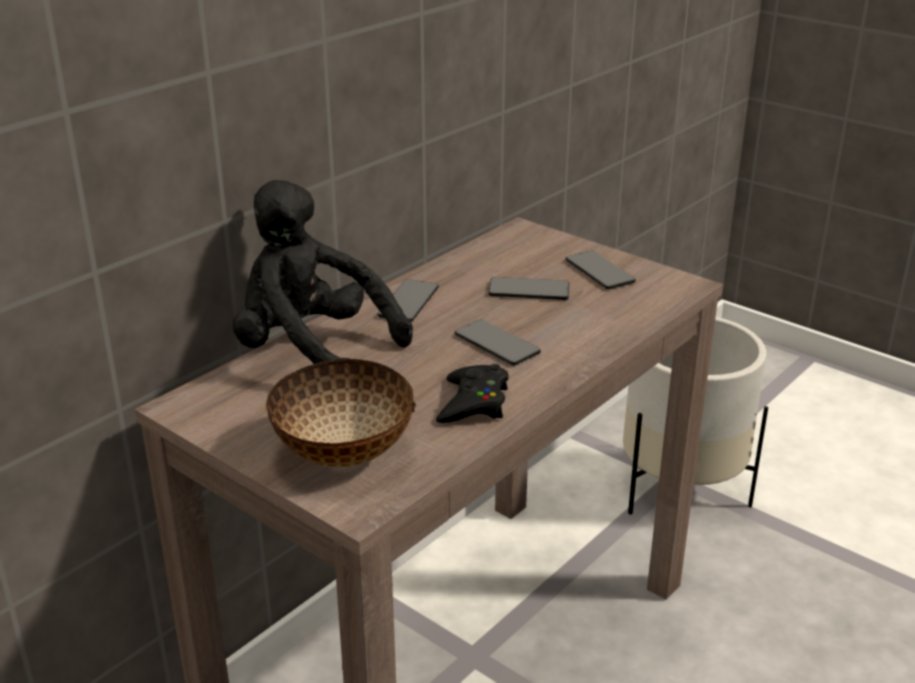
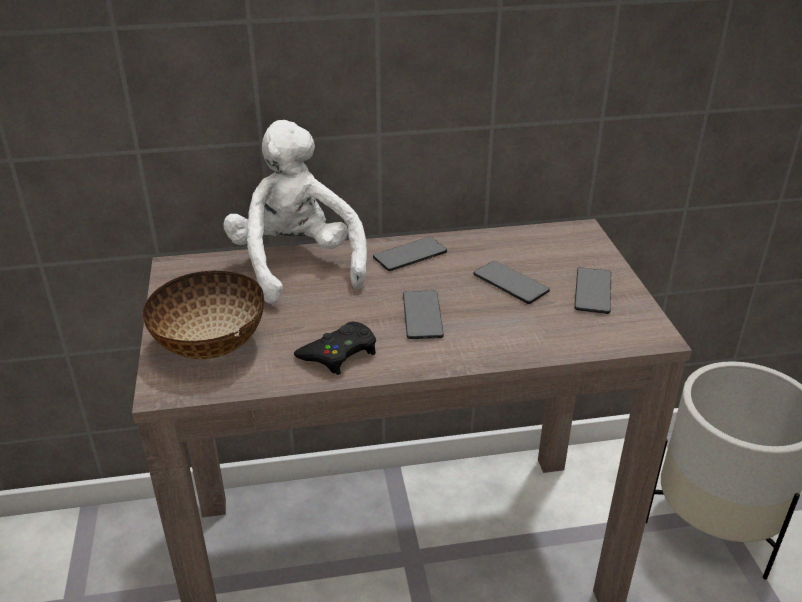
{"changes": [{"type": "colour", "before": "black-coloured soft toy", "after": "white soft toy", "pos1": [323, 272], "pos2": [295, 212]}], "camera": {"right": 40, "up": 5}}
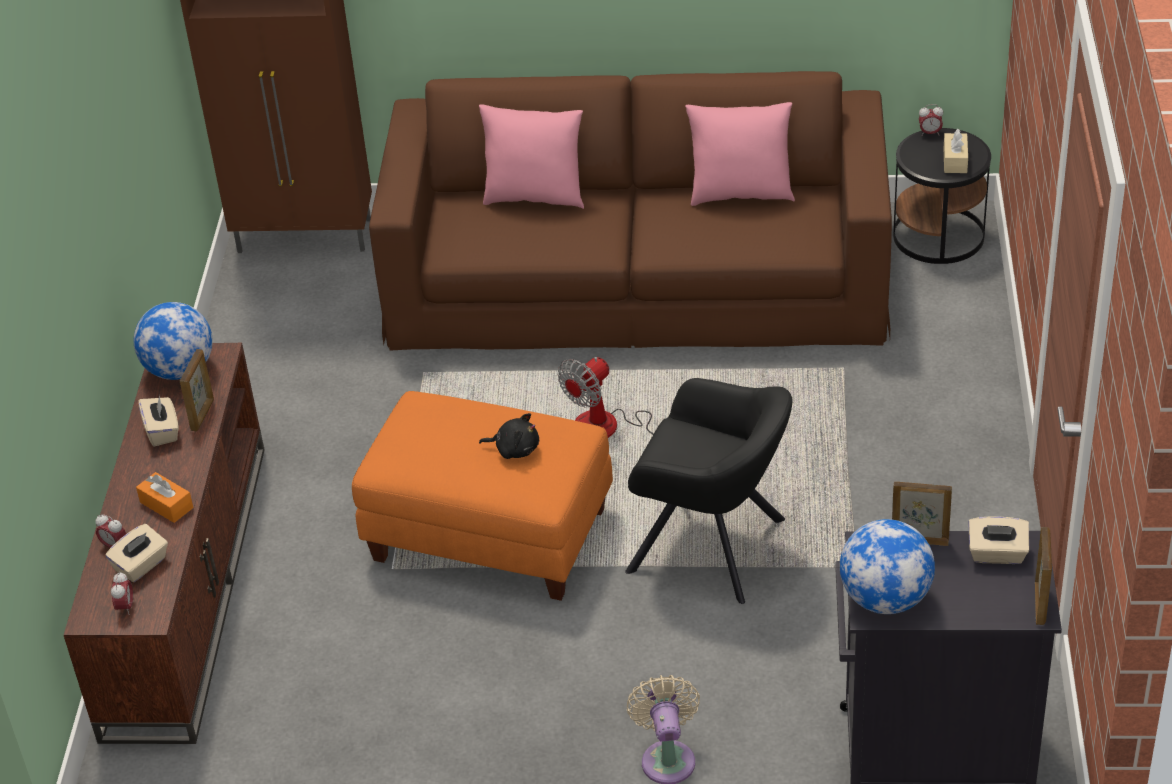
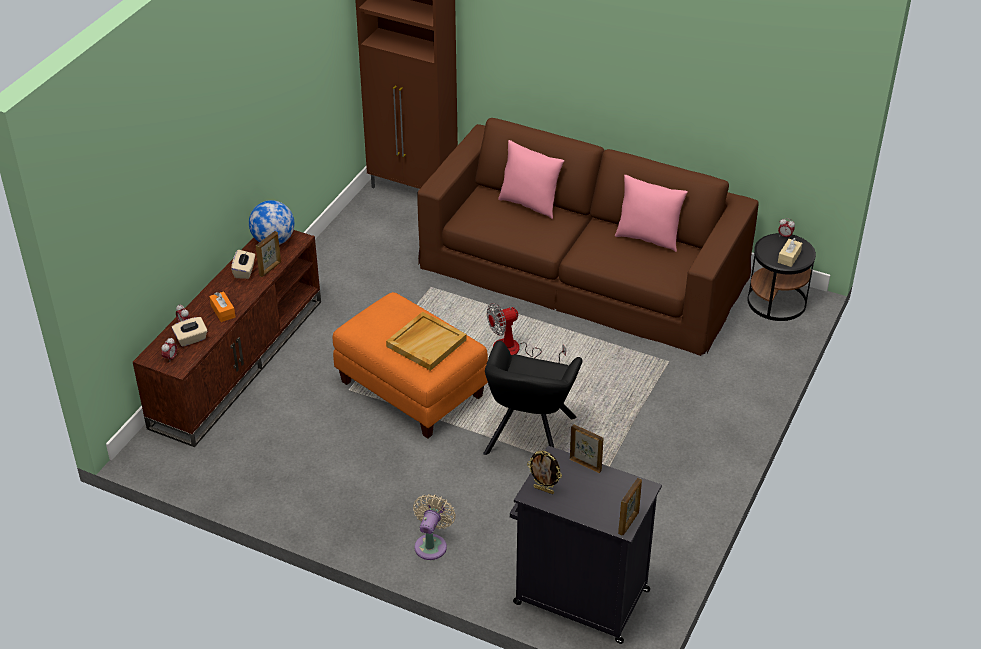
{"changes": [{"type": "spun", "before": "black-coloured armchair", "pos1": [708, 491], "pos2": [532, 398], "turn": 60}, {"type": "exchanged", "before": "black-coloured soft toy", "after": "beige serving tray", "pos1": [509, 436], "pos2": [426, 341]}, {"type": "missing", "before": "beige tissue box", "pos1": [998, 540]}, {"type": "exchanged", "before": "globe", "after": "picture frame", "pos1": [887, 566], "pos2": [544, 472]}], "camera": {"right": 20, "up": 0}}
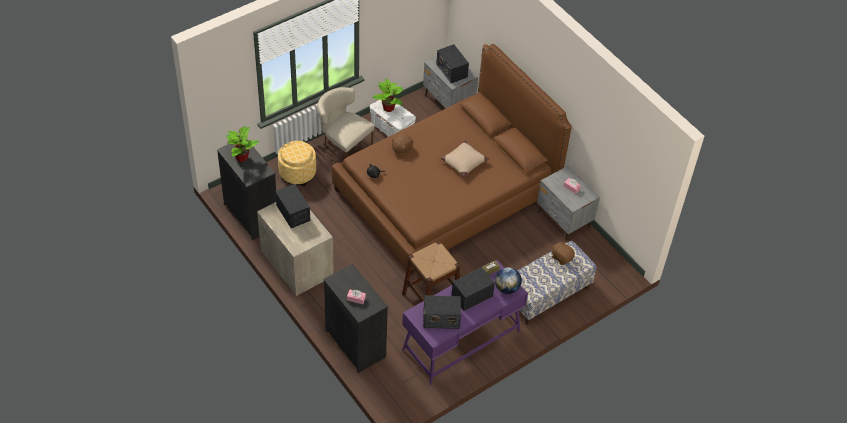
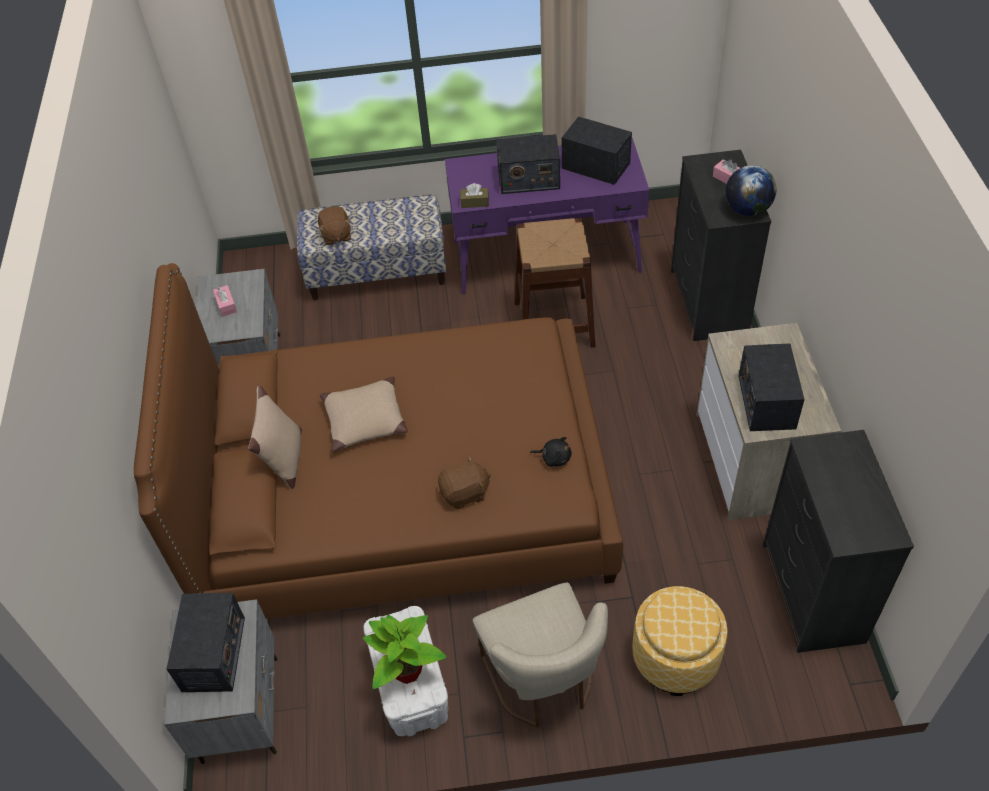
{"changes": [{"type": "missing", "before": "houseplant", "pos1": [243, 144]}, {"type": "relocated", "before": "globe", "pos1": [508, 280], "pos2": [750, 190]}, {"type": "appeared", "after": "beige cushion", "pos2": [275, 437]}], "camera": {"right": -145, "up": 0}}
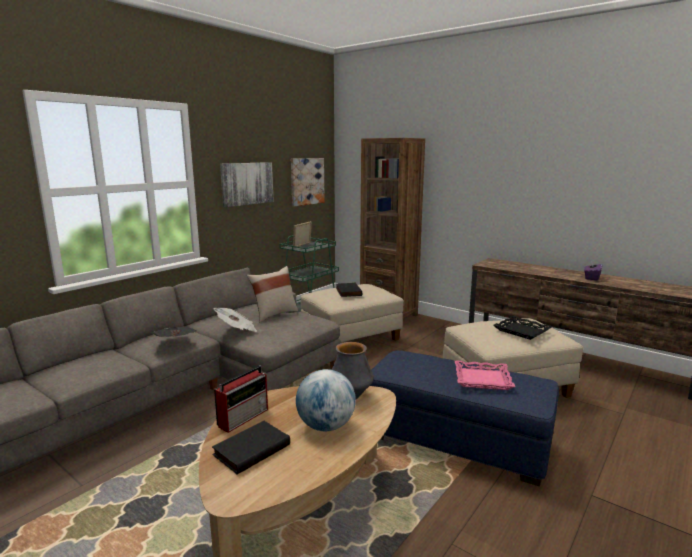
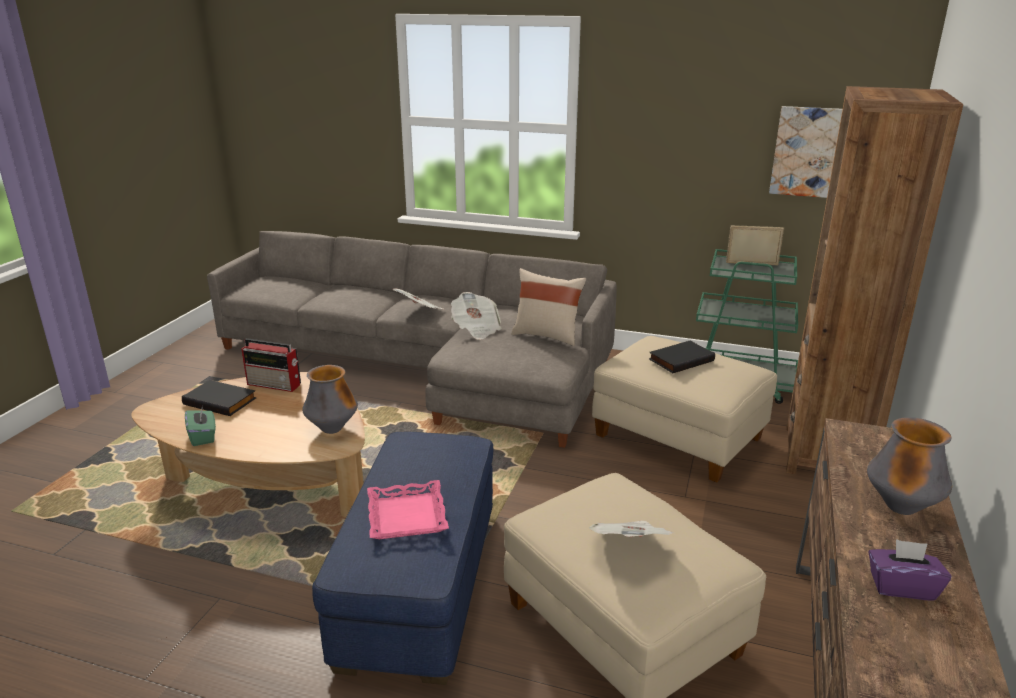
{"changes": [{"type": "missing", "before": "wall art", "pos1": [247, 184]}, {"type": "exchanged", "before": "black-coloured serving tray", "after": "printed paper", "pos1": [522, 328], "pos2": [631, 529]}, {"type": "missing", "before": "globe", "pos1": [326, 400]}, {"type": "appeared", "after": "greenish tissue box", "pos2": [200, 427]}, {"type": "appeared", "after": "decorative vase", "pos2": [909, 466]}], "camera": {"right": 70, "up": 10}}
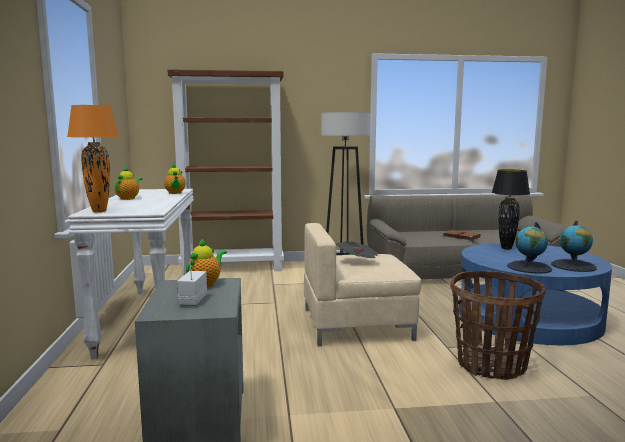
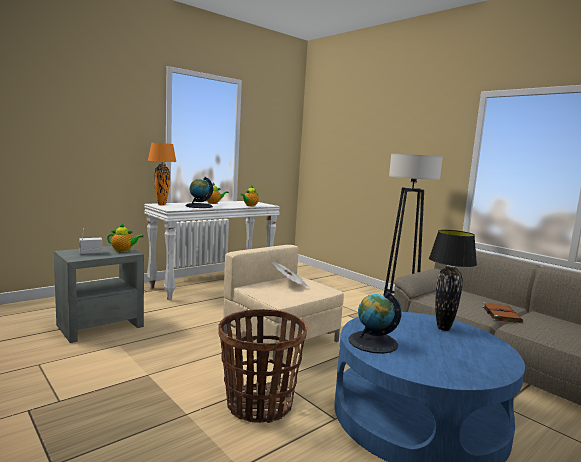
{"changes": [{"type": "missing", "before": "brown-coloured shelving unit", "pos1": [226, 171]}, {"type": "relocated", "before": "globe", "pos1": [574, 246], "pos2": [199, 192]}], "camera": {"right": 55, "up": 0}}
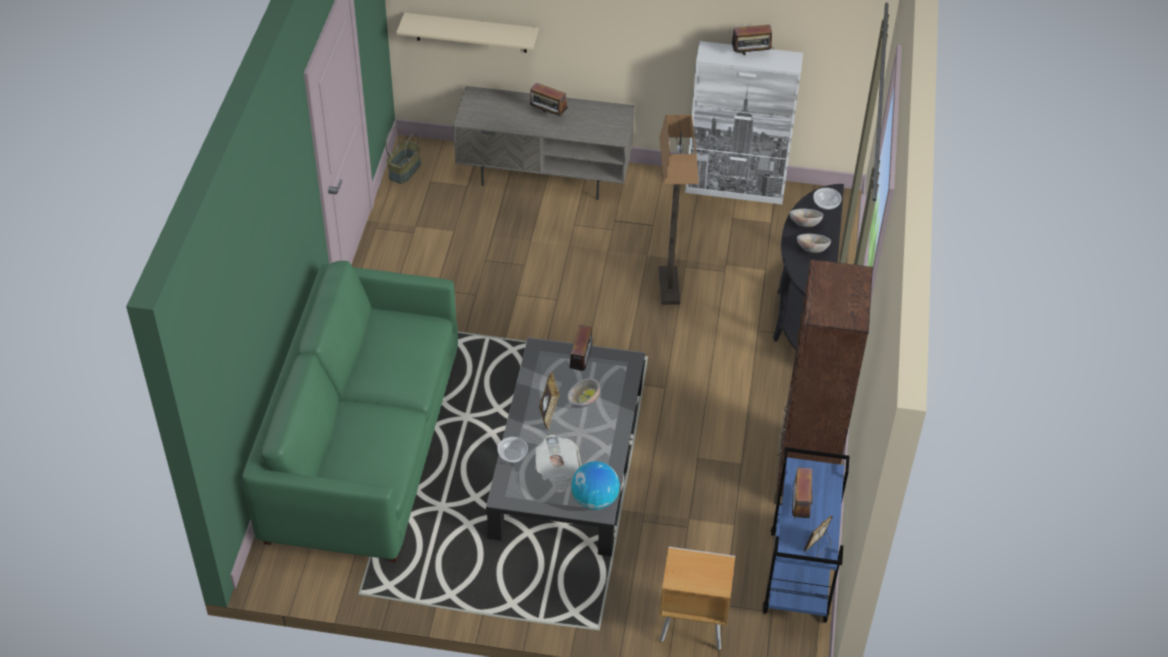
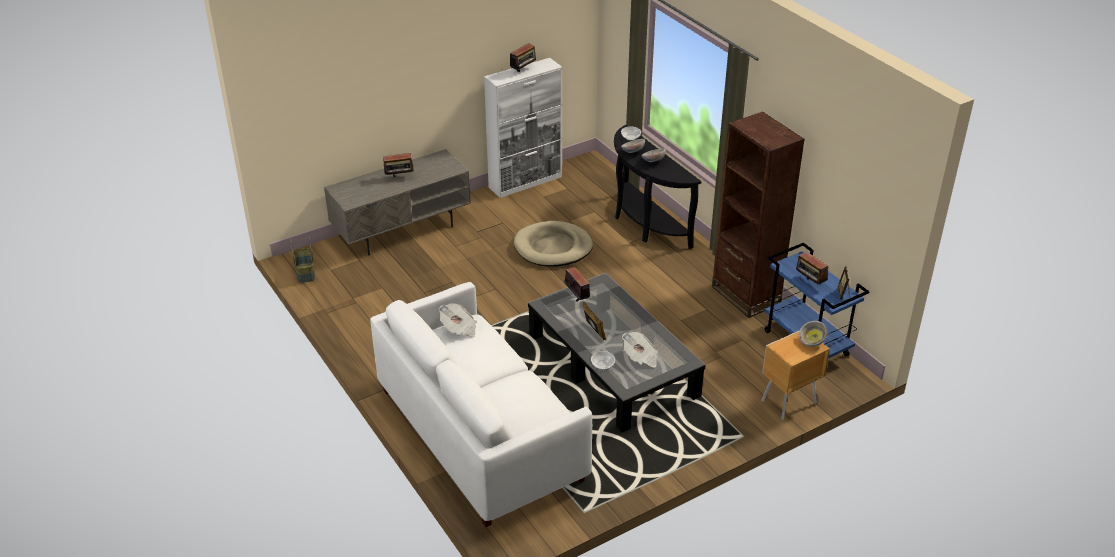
{"changes": [{"type": "missing", "before": "beige bracket shelf", "pos1": [467, 33]}, {"type": "exchanged", "before": "standing lamp", "after": "beige dog cushion", "pos1": [678, 209], "pos2": [553, 244]}, {"type": "colour", "before": "greenish couch", "after": "white couch", "pos1": [350, 411], "pos2": [481, 404]}, {"type": "relocated", "before": "serving bowl", "pos1": [583, 392], "pos2": [813, 334]}, {"type": "missing", "before": "globe", "pos1": [595, 485]}, {"type": "appeared", "after": "printed paper", "pos2": [458, 320]}], "camera": {"right": -40, "up": -10}}
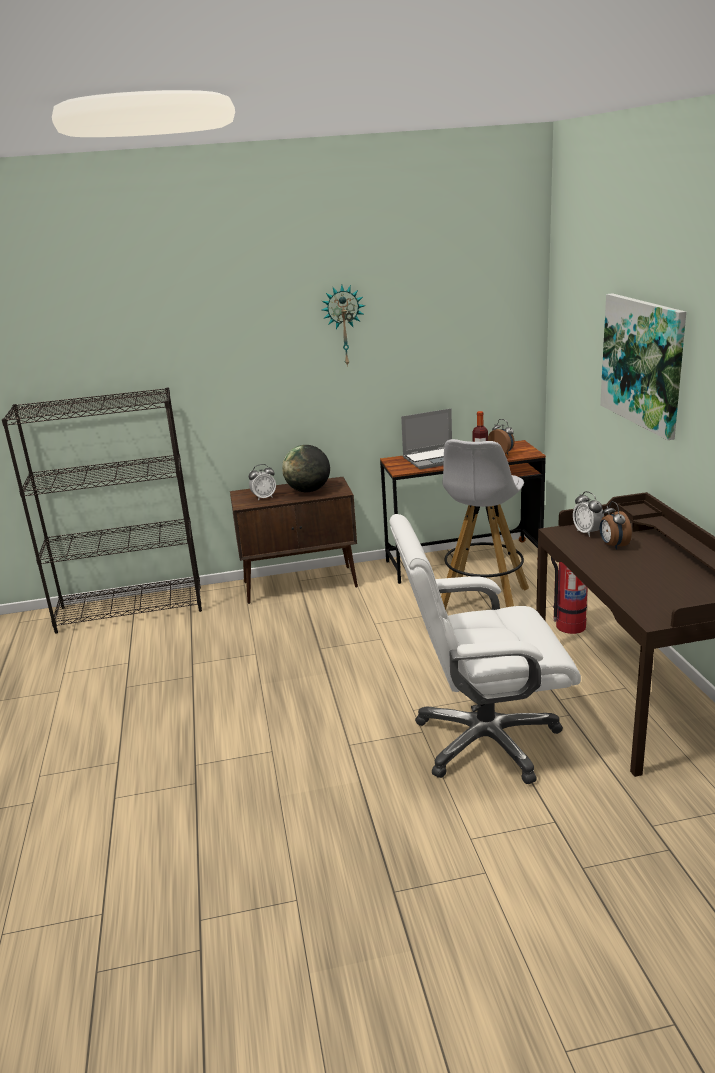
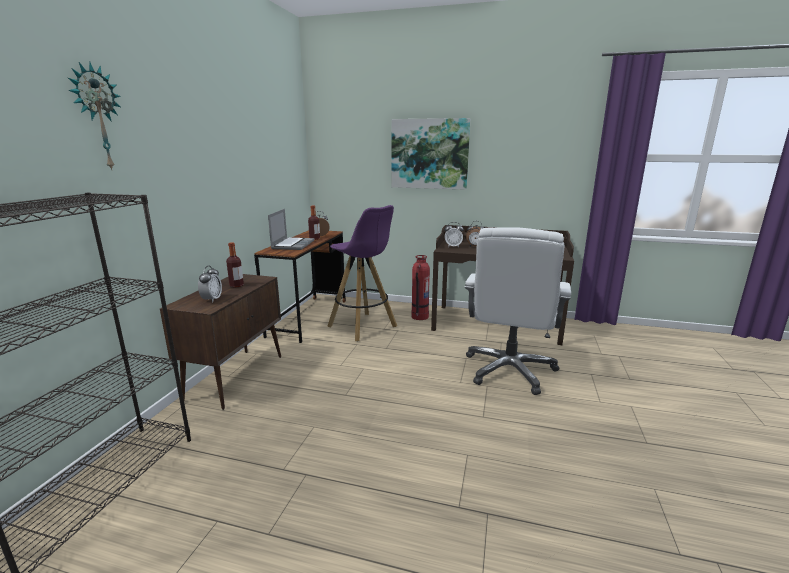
{"changes": [{"type": "relocated", "before": "wall clock", "pos1": [343, 326], "pos2": [94, 115]}, {"type": "colour", "before": "white sitting stool", "after": "purplish sitting stool", "pos1": [485, 524], "pos2": [362, 273]}, {"type": "exchanged", "before": "globe", "after": "drink bottle", "pos1": [306, 468], "pos2": [235, 265]}], "camera": {"right": -65, "up": -5}}
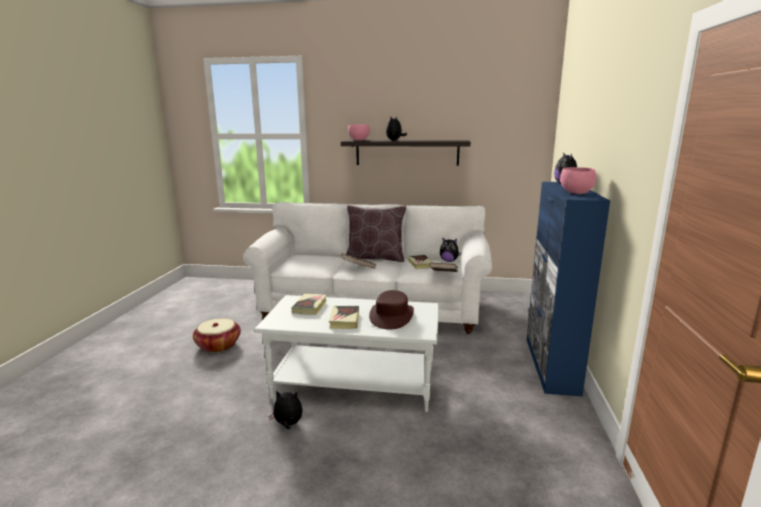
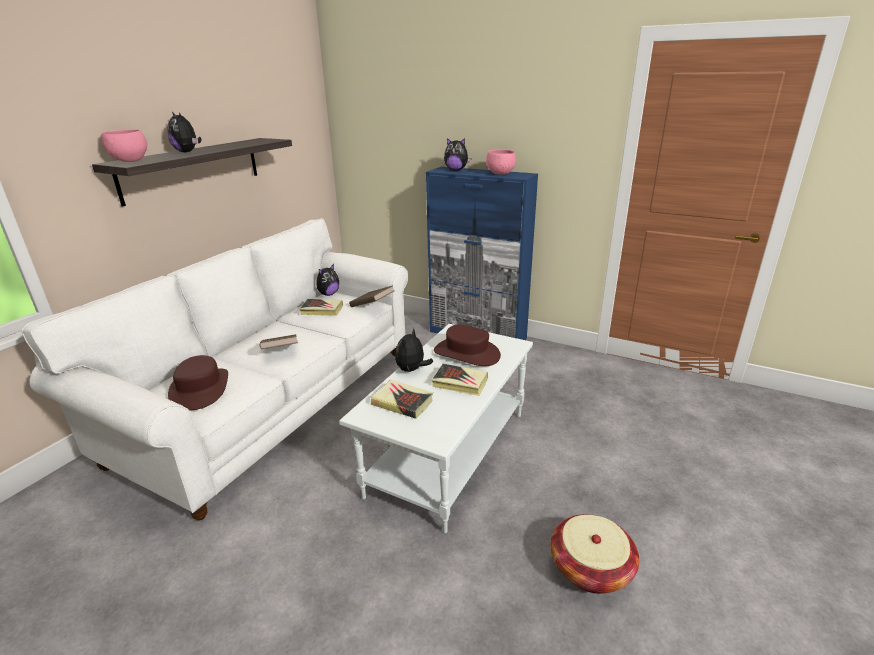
{"changes": [{"type": "missing", "before": "brown-coloured cushion", "pos1": [376, 233]}, {"type": "relocated", "before": "basket", "pos1": [217, 335], "pos2": [595, 554]}, {"type": "relocated", "before": "soft toy", "pos1": [285, 409], "pos2": [414, 349]}, {"type": "appeared", "after": "brown-coloured wearable hat", "pos2": [198, 383]}], "camera": {"right": -70, "up": 10}}
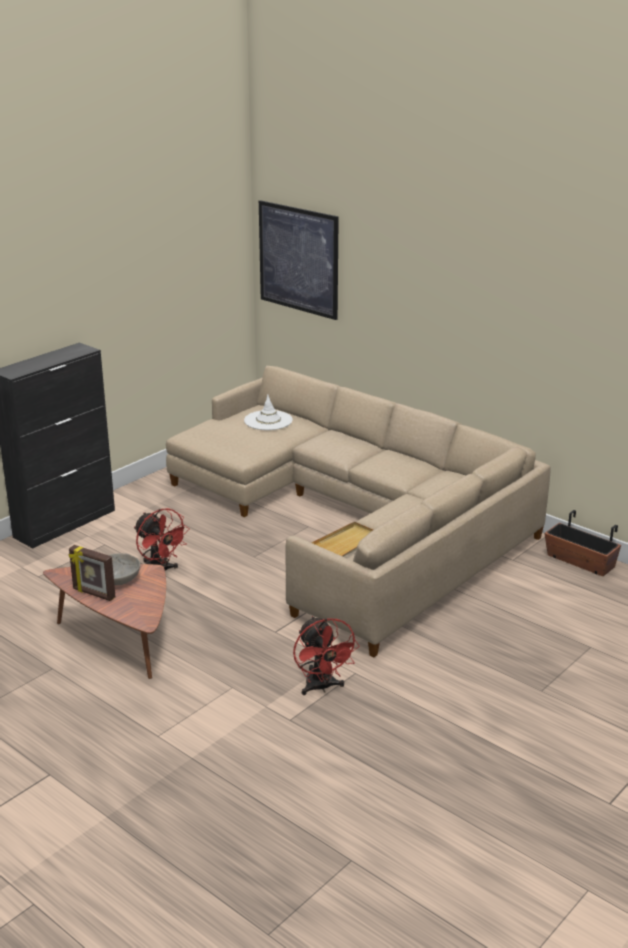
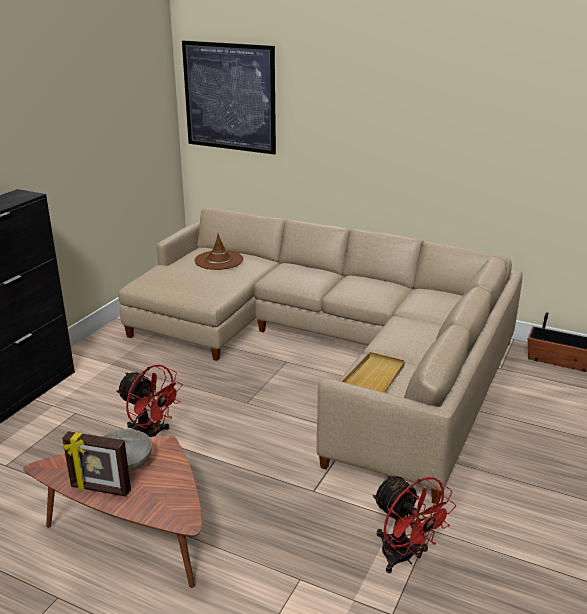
{"changes": [{"type": "colour", "before": "white wearable hat", "after": "brown-coloured wearable hat", "pos1": [268, 412], "pos2": [218, 252]}], "camera": {"right": -15, "up": 0}}
